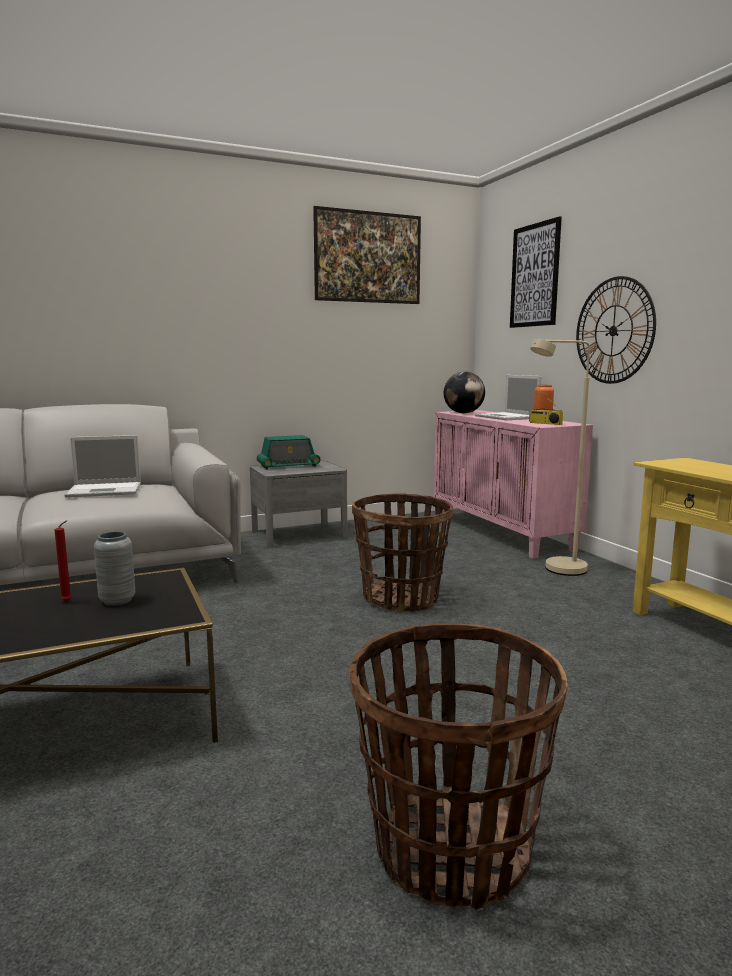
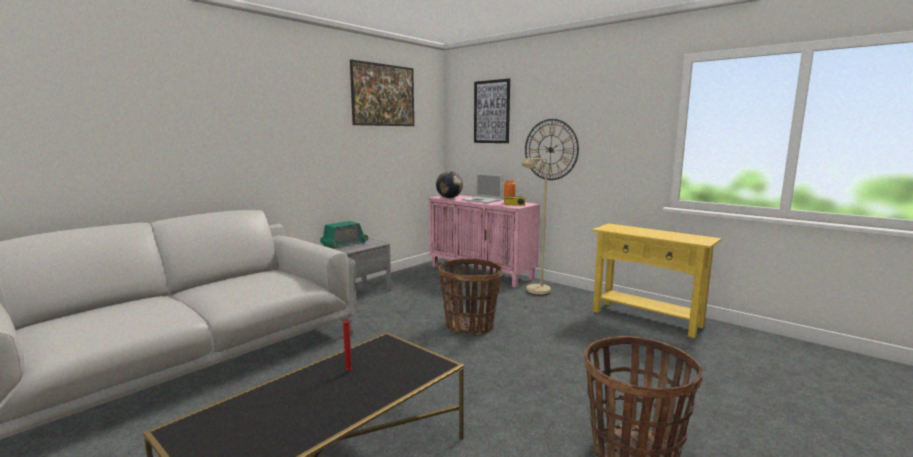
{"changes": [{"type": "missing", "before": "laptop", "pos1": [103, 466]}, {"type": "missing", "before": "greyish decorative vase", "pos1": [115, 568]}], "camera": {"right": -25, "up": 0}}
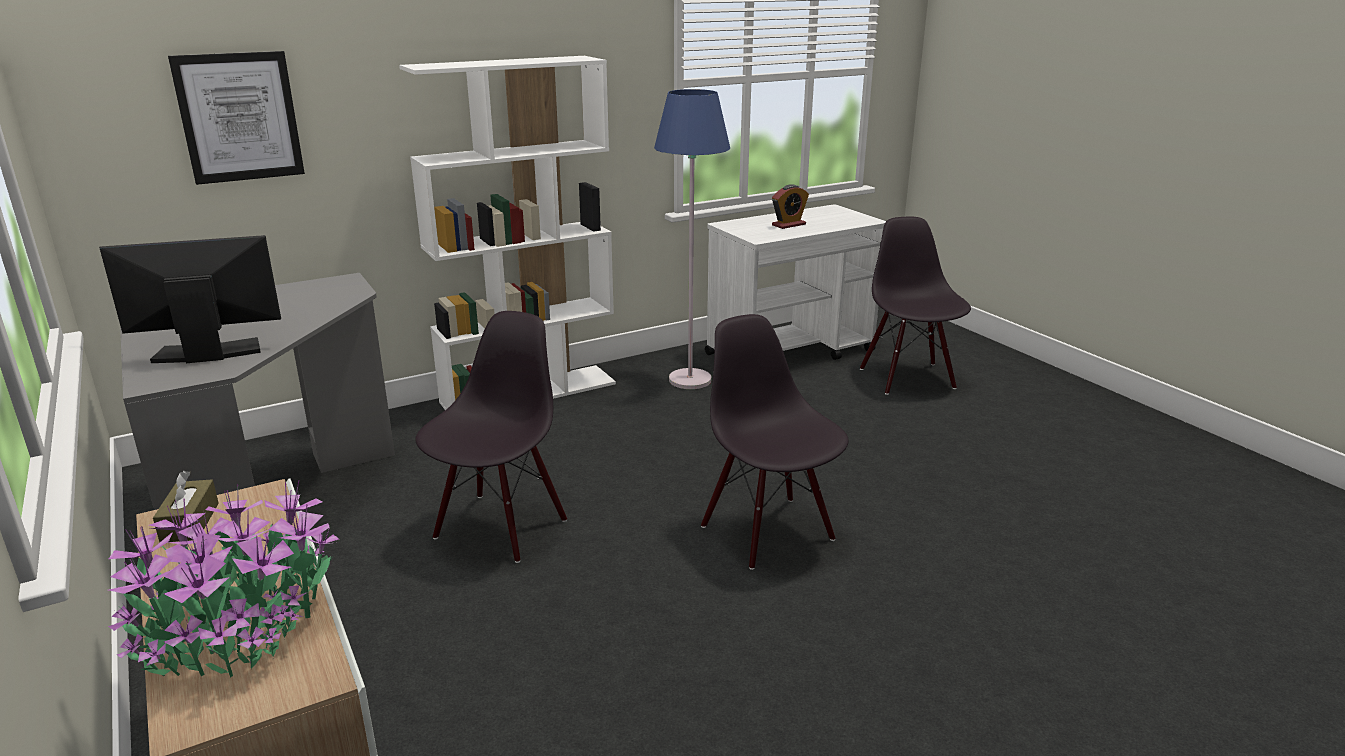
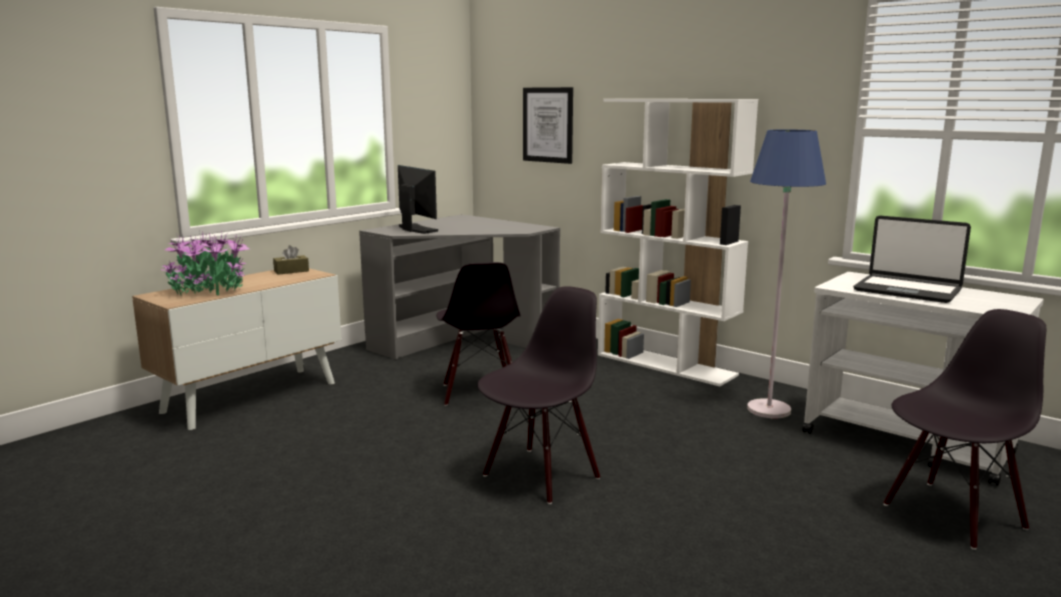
{"changes": [{"type": "exchanged", "before": "bedside clock", "after": "laptop", "pos1": [790, 207], "pos2": [912, 259]}, {"type": "spun", "before": "black-coloured upright chair", "pos1": [491, 437], "pos2": [478, 334], "turn": 75}], "camera": {"right": 70, "up": -10}}
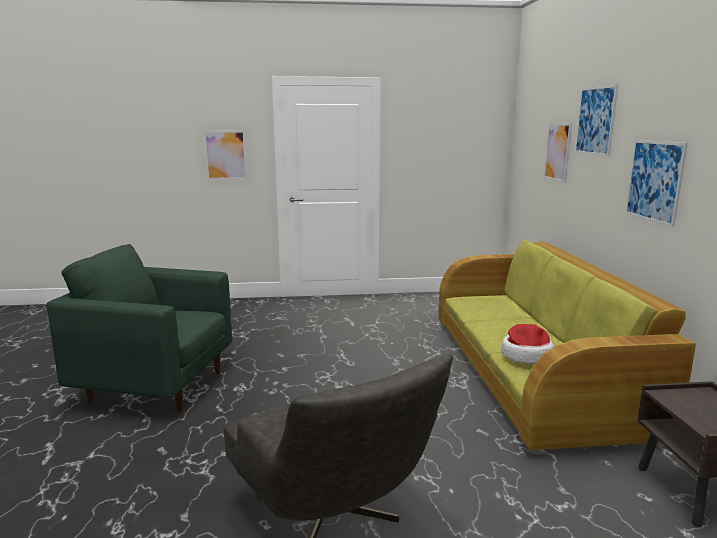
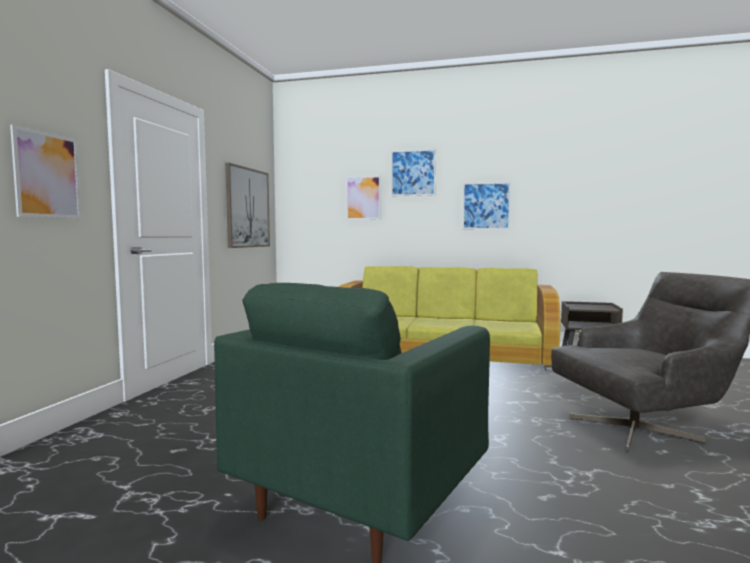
{"changes": [{"type": "missing", "before": "wearable hat", "pos1": [527, 344]}, {"type": "appeared", "after": "wall art", "pos2": [247, 205]}], "camera": {"right": -70, "up": -10}}
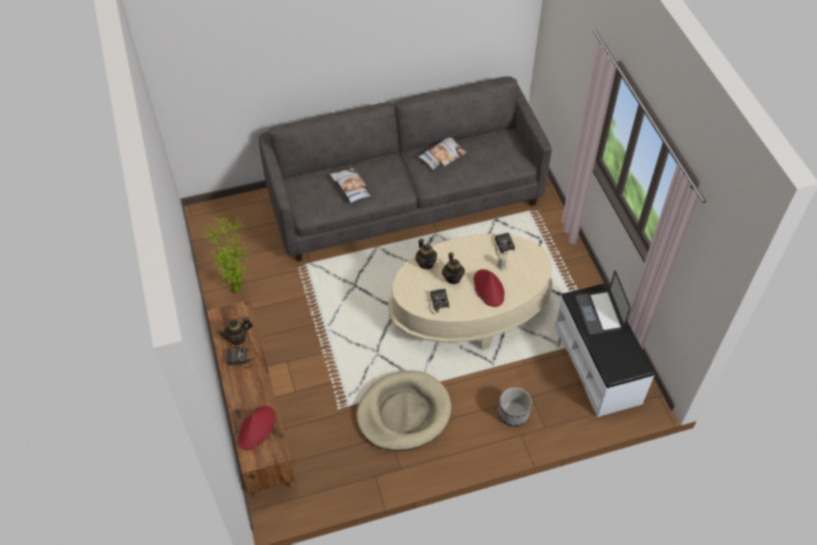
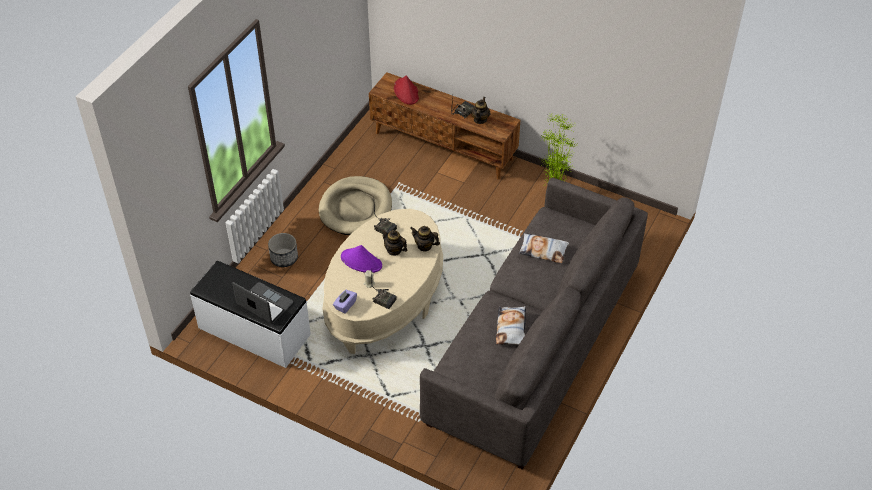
{"changes": [{"type": "colour", "before": "reddish wearable hat", "after": "purplish wearable hat", "pos1": [489, 288], "pos2": [361, 259]}, {"type": "appeared", "after": "purplish tissue box", "pos2": [345, 302]}], "camera": {"right": 135, "up": -5}}
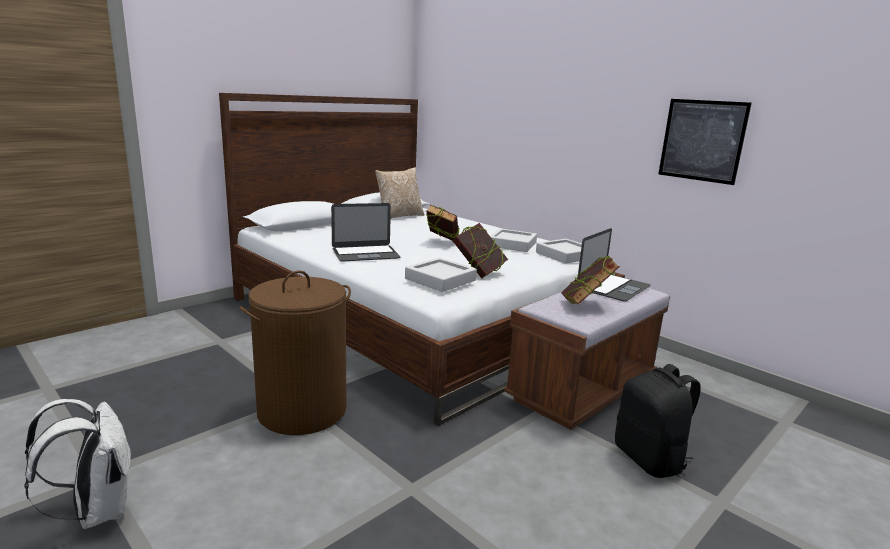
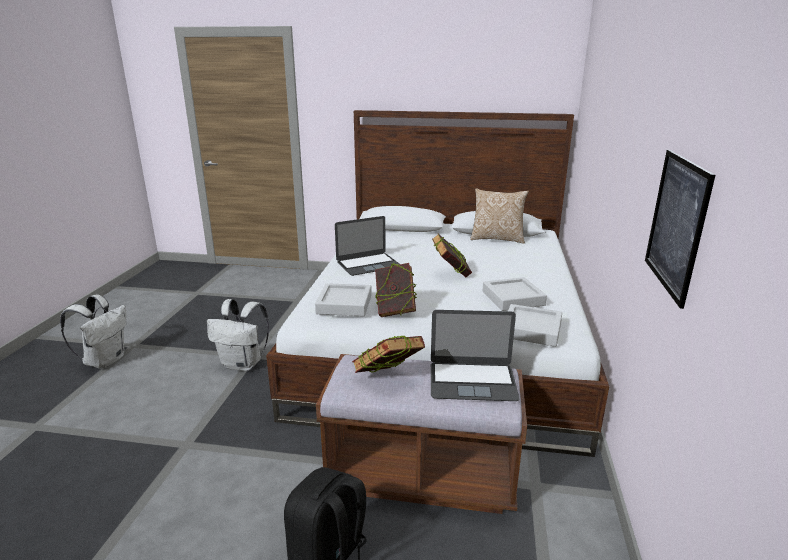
{"changes": [{"type": "spun", "before": "laptop", "pos1": [366, 232], "pos2": [367, 246], "turn": -60}, {"type": "exchanged", "before": "brown-coloured laundry basket", "after": "white knapsack", "pos1": [295, 352], "pos2": [238, 335]}], "camera": {"right": 55, "up": 5}}
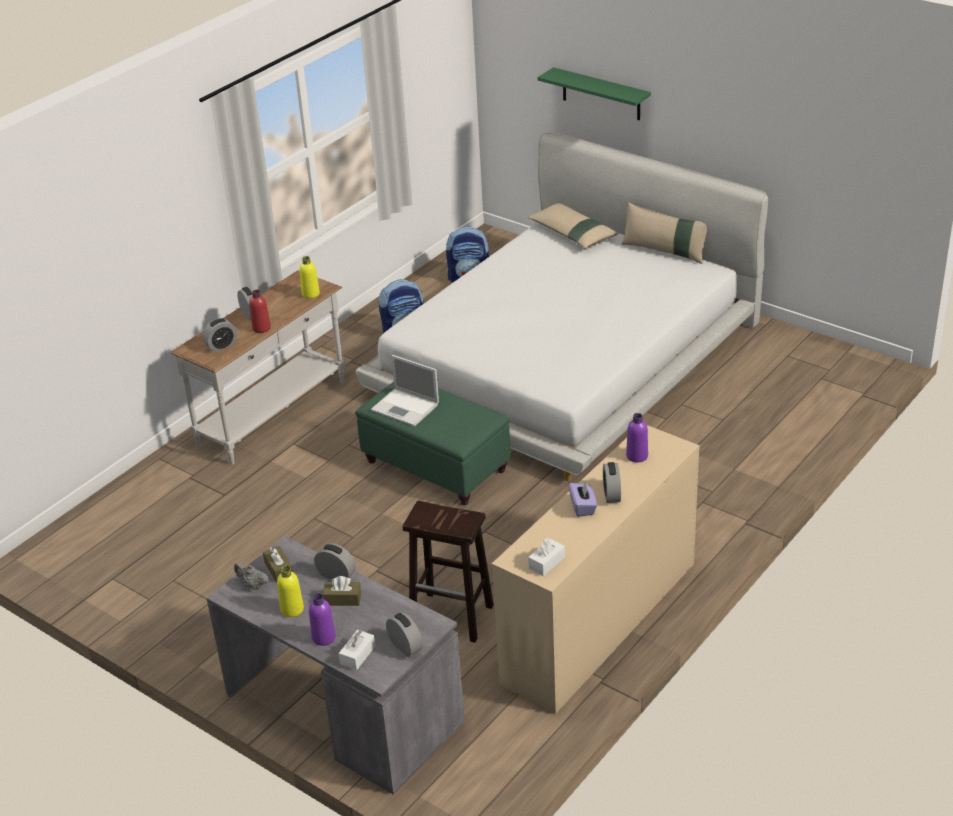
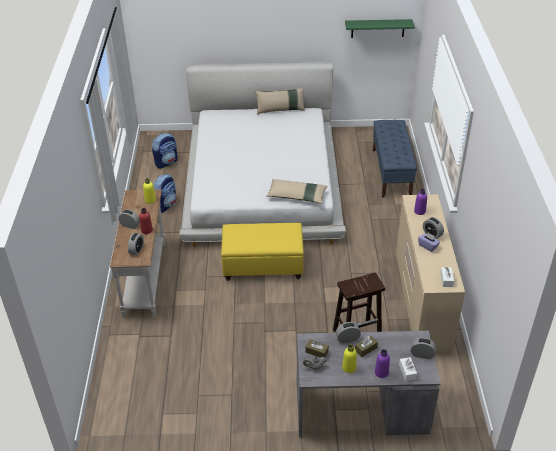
{"changes": [{"type": "relocated", "before": "greenish bracket shelf", "pos1": [594, 93], "pos2": [380, 28]}, {"type": "relocated", "before": "beige cushion", "pos1": [573, 226], "pos2": [297, 191]}, {"type": "missing", "before": "laptop", "pos1": [405, 390]}, {"type": "colour", "before": "greenish footrest", "after": "yellowish footrest", "pos1": [433, 443], "pos2": [262, 252]}, {"type": "appeared", "after": "blue long seat", "pos2": [395, 159]}], "camera": {"right": -40, "up": 5}}
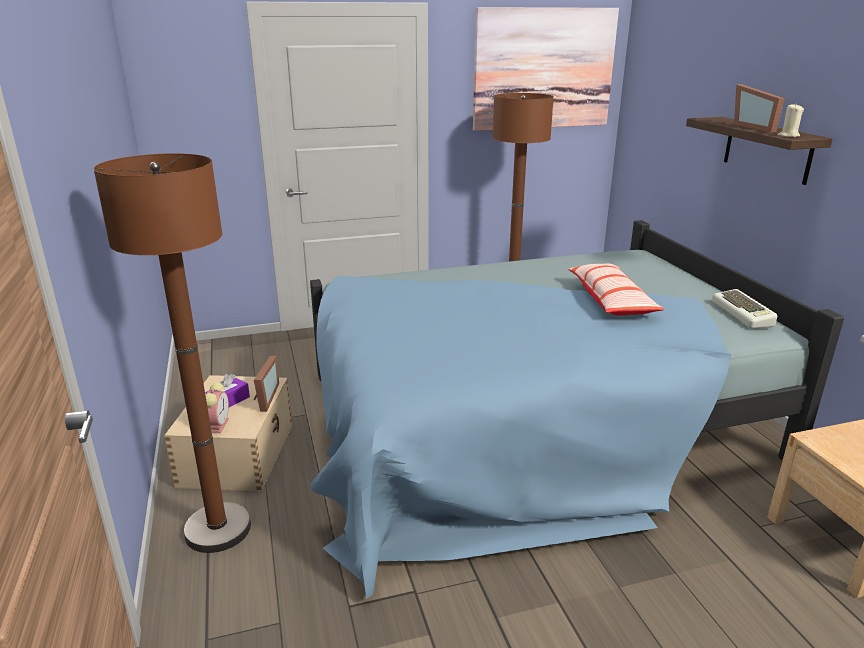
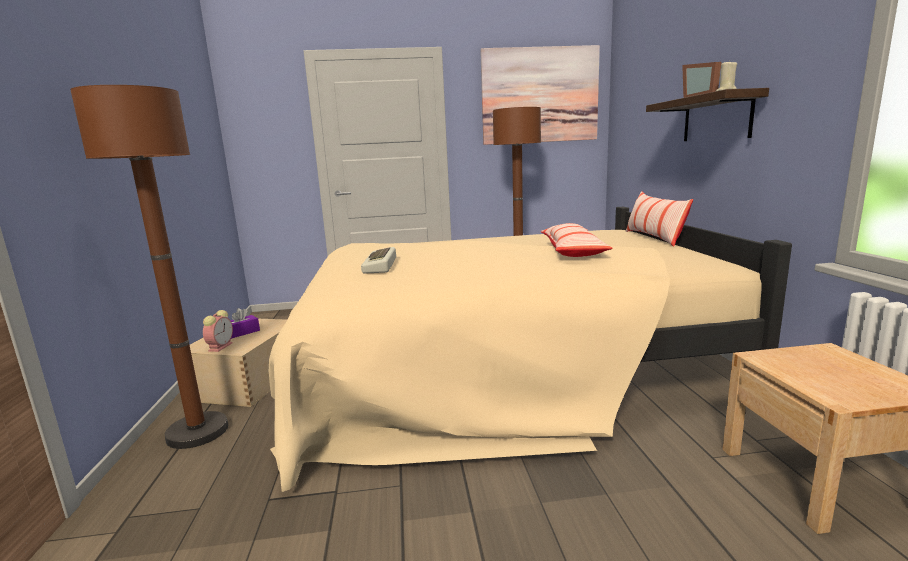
{"changes": [{"type": "colour", "before": "blue bed", "after": "beige bed", "pos1": [577, 409], "pos2": [530, 349]}, {"type": "relocated", "before": "computer keyboard", "pos1": [744, 309], "pos2": [378, 260]}, {"type": "missing", "before": "picture frame", "pos1": [266, 384]}, {"type": "appeared", "after": "cushion", "pos2": [659, 219]}], "camera": {"right": 10, "up": -10}}
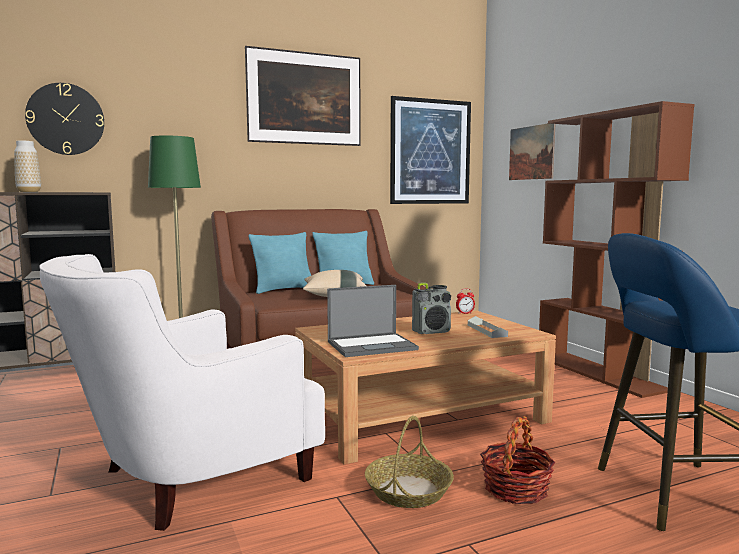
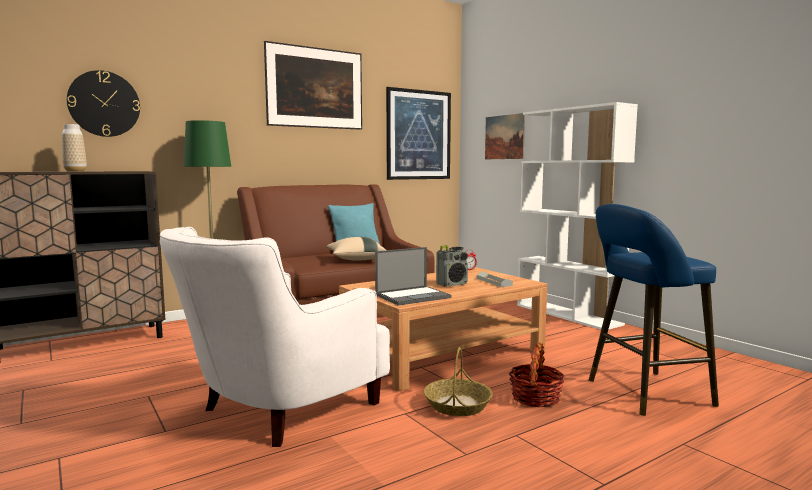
{"changes": [{"type": "colour", "before": "brown-coloured shelving unit", "after": "white shelving unit", "pos1": [617, 249], "pos2": [577, 216]}, {"type": "missing", "before": "blue-green cushion", "pos1": [280, 263]}], "camera": {"right": -10, "up": 0}}
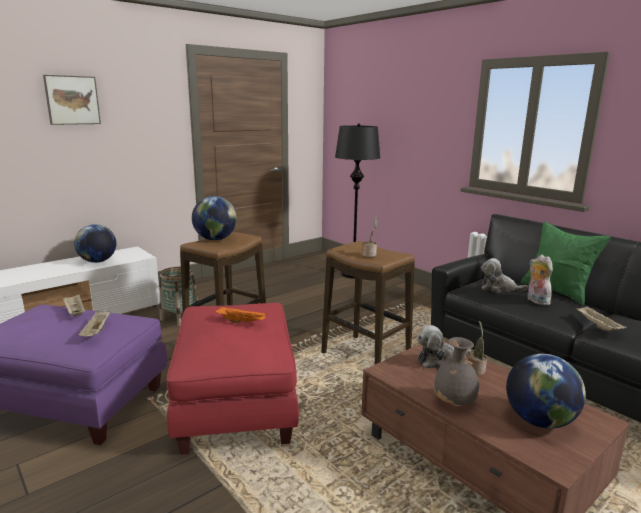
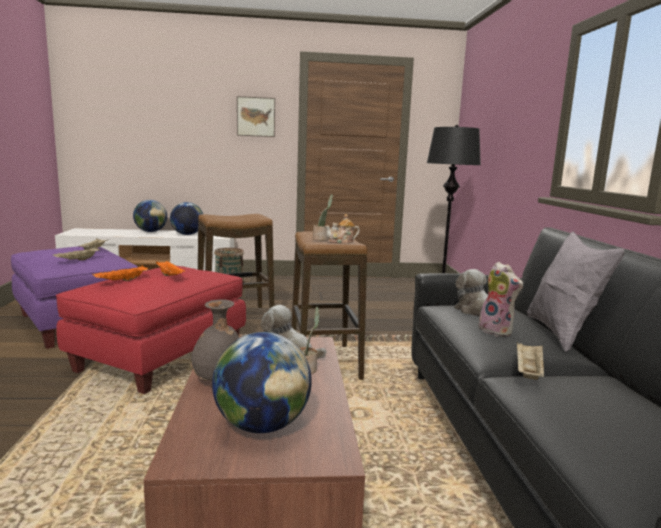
{"changes": [{"type": "relocated", "before": "wall art", "pos1": [72, 100], "pos2": [256, 116]}, {"type": "relocated", "before": "globe", "pos1": [214, 218], "pos2": [150, 216]}, {"type": "colour", "before": "greenish cushion", "after": "greyish cushion", "pos1": [566, 263], "pos2": [576, 291]}, {"type": "spun", "before": "soft toy", "pos1": [540, 280], "pos2": [498, 299], "turn": 135}, {"type": "appeared", "after": "pot for tea", "pos2": [342, 229]}, {"type": "appeared", "after": "orangey serving tray", "pos2": [120, 273]}], "camera": {"right": 35, "up": -5}}
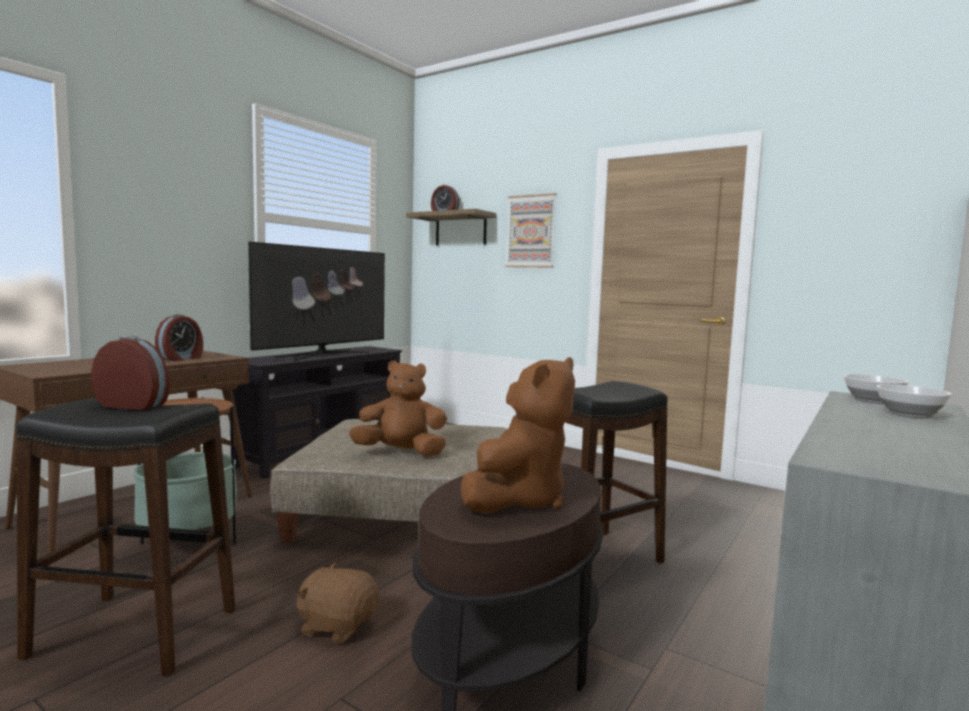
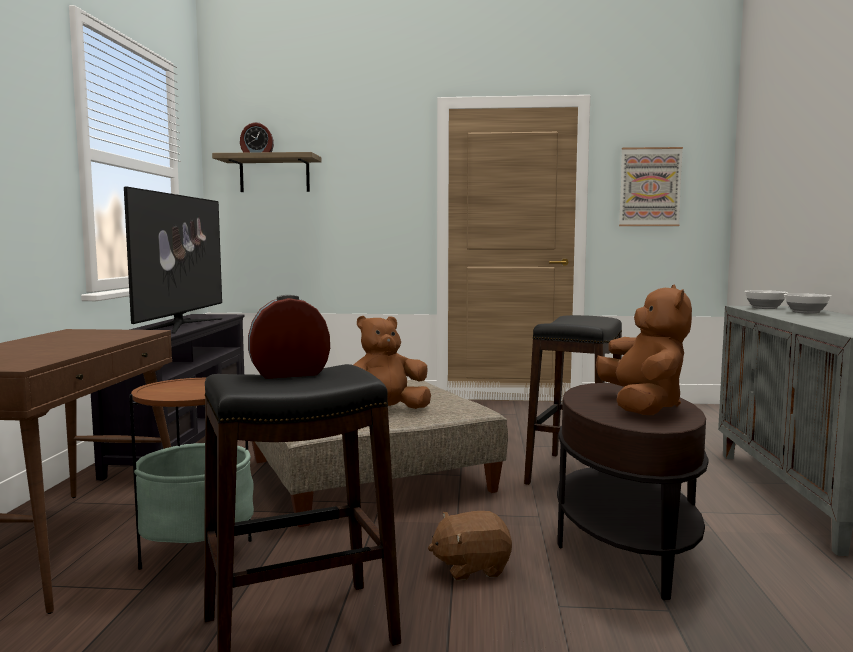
{"changes": [{"type": "relocated", "before": "wall art", "pos1": [531, 230], "pos2": [651, 186]}, {"type": "missing", "before": "bedside clock", "pos1": [179, 337]}], "camera": {"right": -30, "up": 0}}
